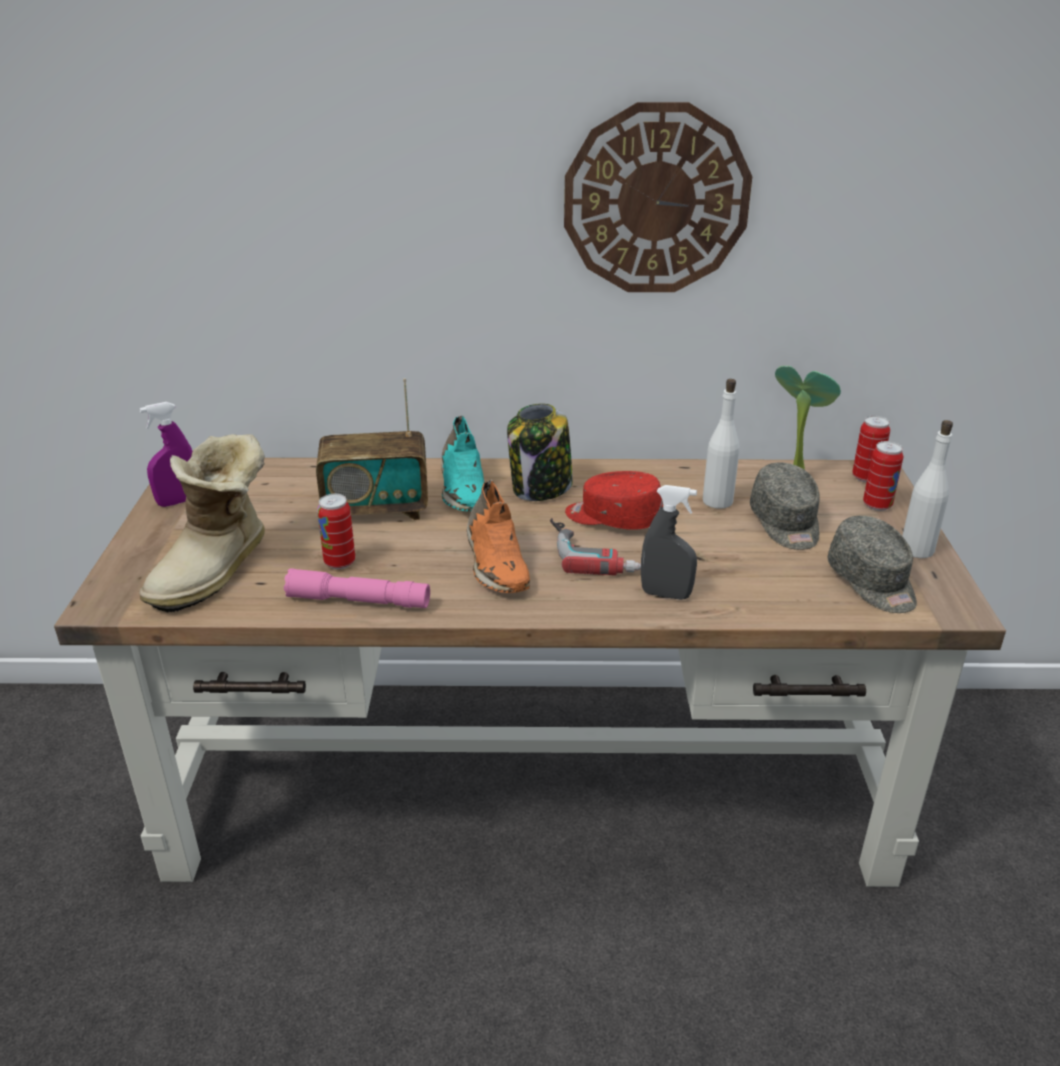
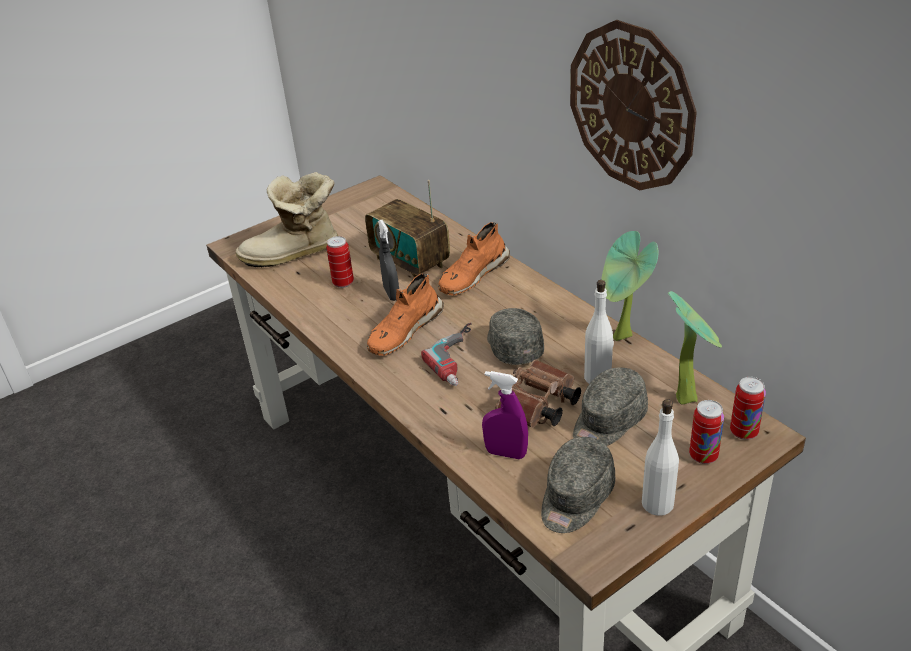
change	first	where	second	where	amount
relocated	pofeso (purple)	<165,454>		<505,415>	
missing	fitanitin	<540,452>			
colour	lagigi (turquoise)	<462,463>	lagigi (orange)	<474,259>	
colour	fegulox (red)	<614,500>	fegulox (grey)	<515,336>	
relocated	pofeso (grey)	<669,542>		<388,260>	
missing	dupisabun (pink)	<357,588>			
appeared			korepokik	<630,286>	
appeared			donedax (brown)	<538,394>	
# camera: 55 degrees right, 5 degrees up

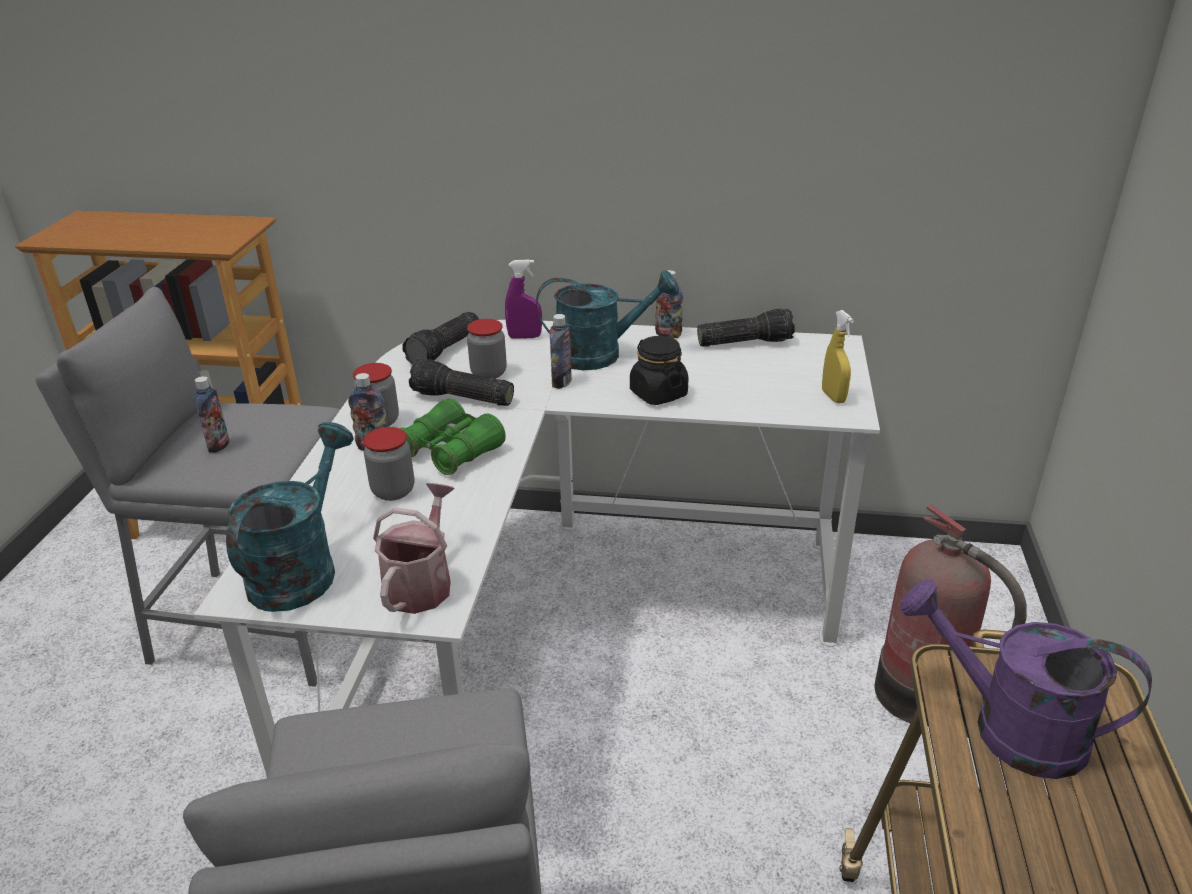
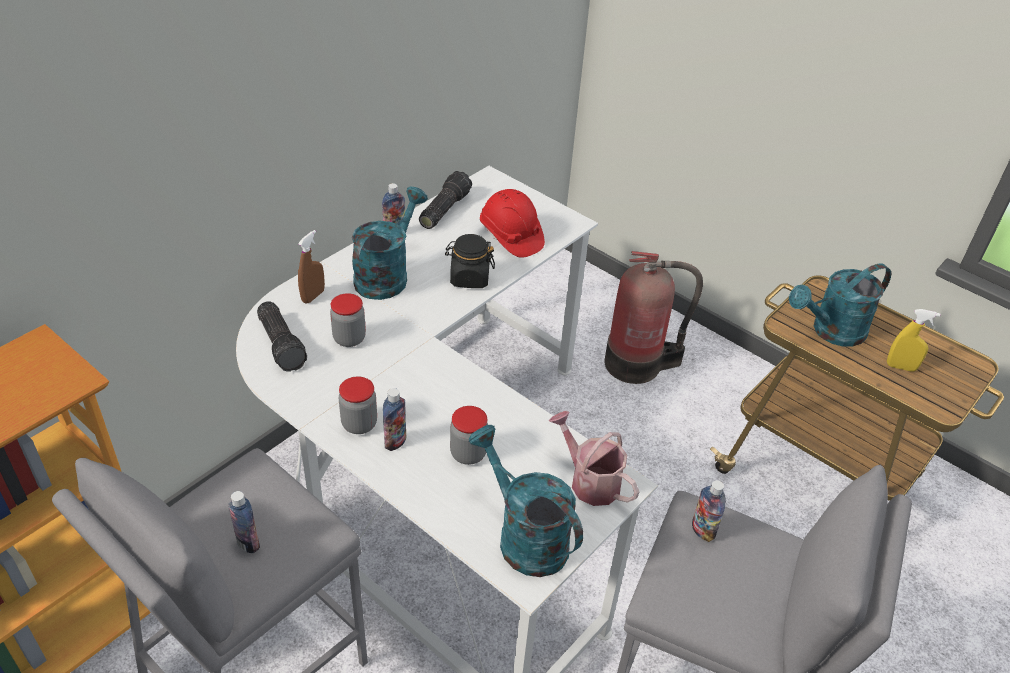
change	first	where	second	where	amount
colour	pofeso (purple)	<523,299>	pofeso (brown)	<311,267>	
relocated	pofeso (yellow)	<838,357>		<913,340>	
relocated	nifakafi	<561,351>		<709,511>	
missing	dupisabun	<461,382>			
missing	donedax (green)	<453,436>			
colour	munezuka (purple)	<1026,679>	munezuka (turquoise)	<840,305>	
appeared			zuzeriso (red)	<512,223>	
# camera: 60 degrees left, 10 degrees up

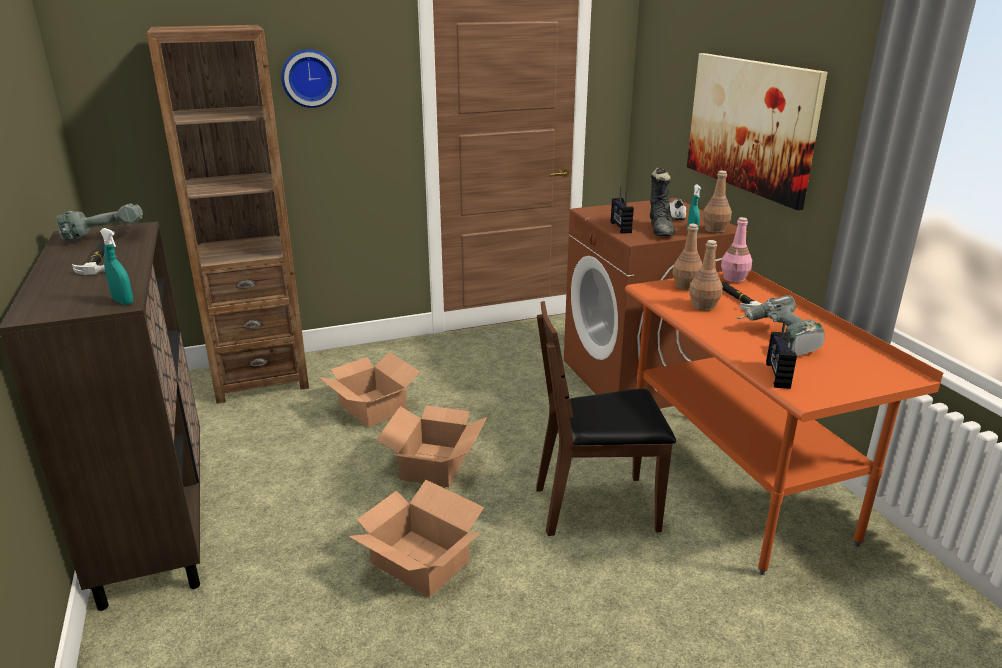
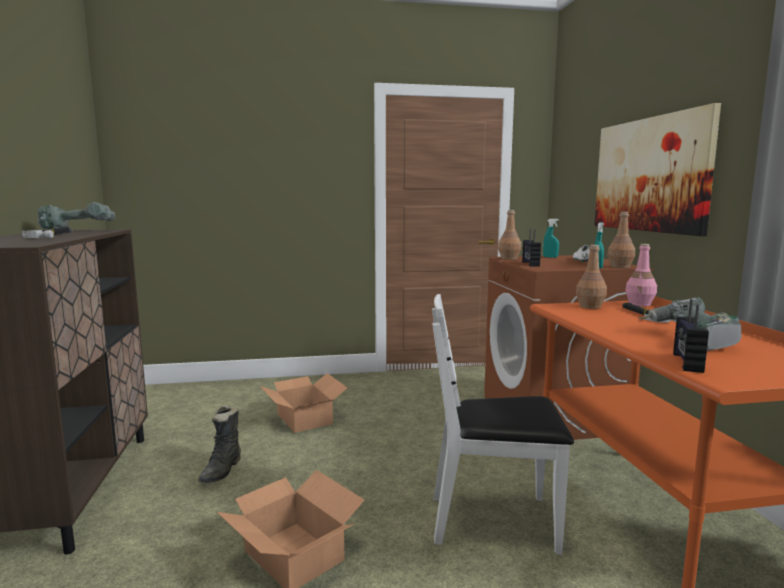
change	first	where	second	where	amount
missing	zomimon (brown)	<227,214>			
missing	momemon	<309,78>			
relocated	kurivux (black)	<662,202>		<219,444>	
relocated	pofeso (turquoise)	<116,266>		<551,238>	
relocated	nifakafi (brown)	<706,275>		<509,235>	
colour	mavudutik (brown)	<606,418>	mavudutik (white)	<503,424>	
missing	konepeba	<431,446>			
# camera: 10 degrees right, 15 degrees down

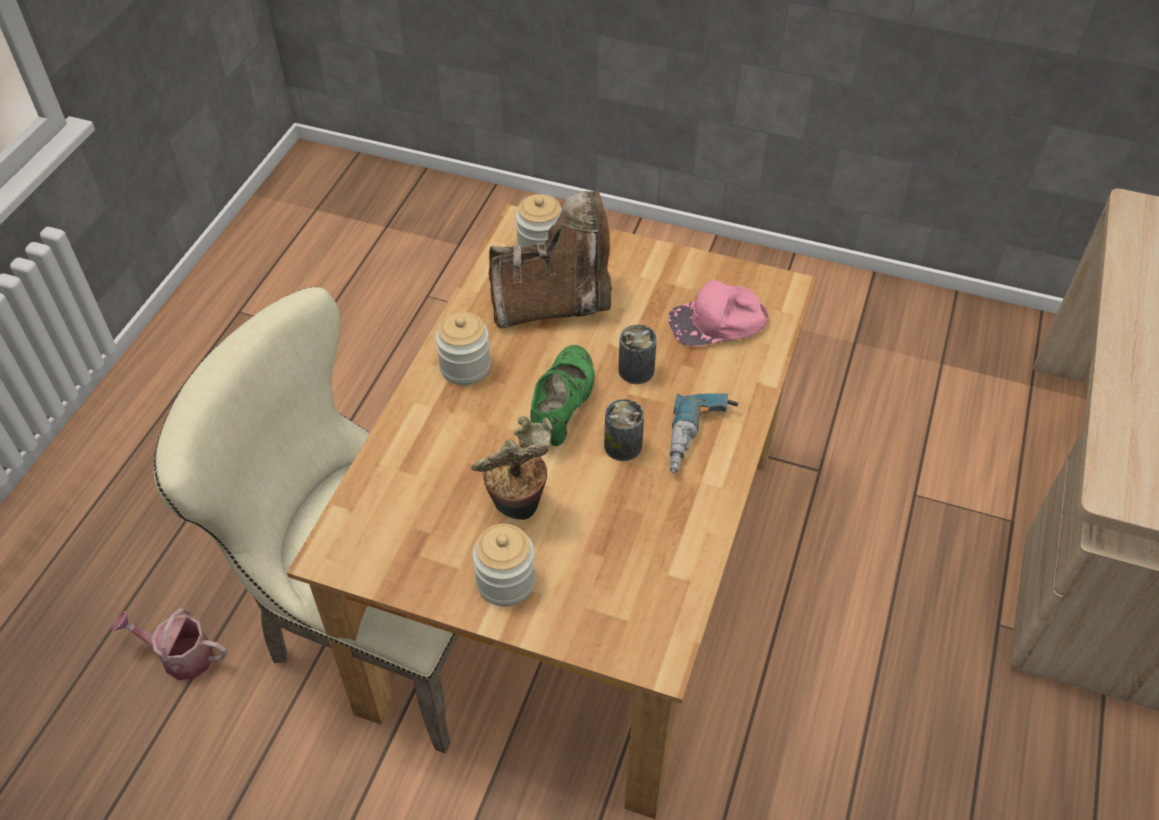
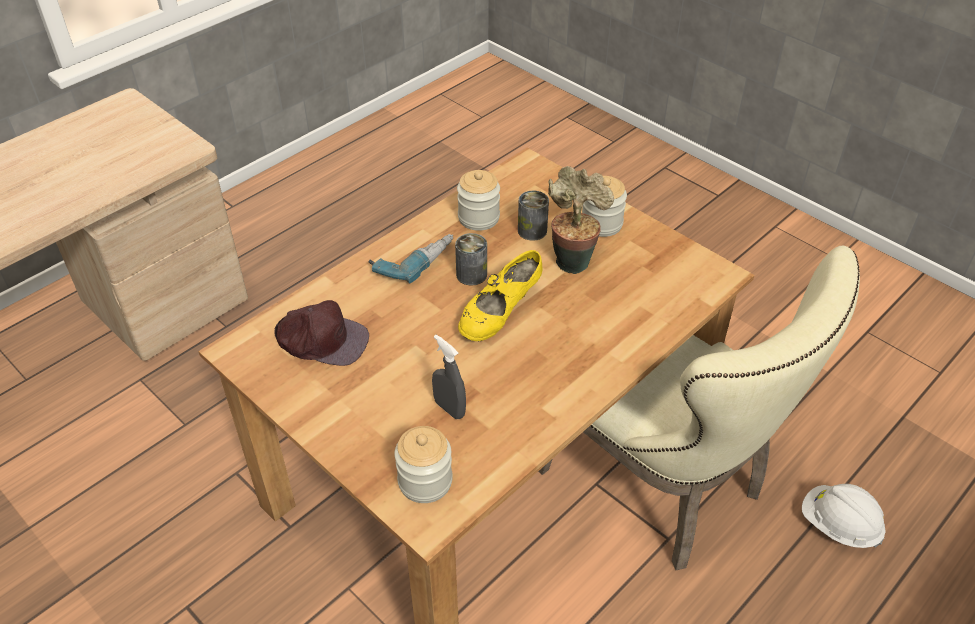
change	first	where	second	where	amount
exchanged	kurivux (brown)	<550,259>	pofeso (grey)	<449,377>	
colour	fegulox (pink)	<718,313>	fegulox (brown)	<321,333>	
relocated	fitanitin	<463,348>		<478,200>	
relocated	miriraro	<637,354>		<533,215>	
colour	lagigi (green)	<562,395>	lagigi (yellow)	<500,295>	
exchanged	munezuka	<169,644>	zuzeriso (white)	<844,516>	
# camera: 155 degrees left, 5 degrees down

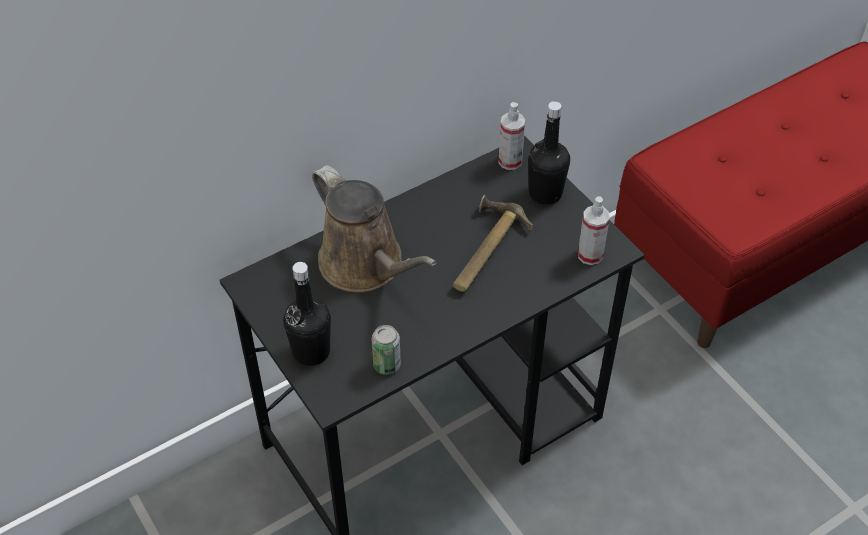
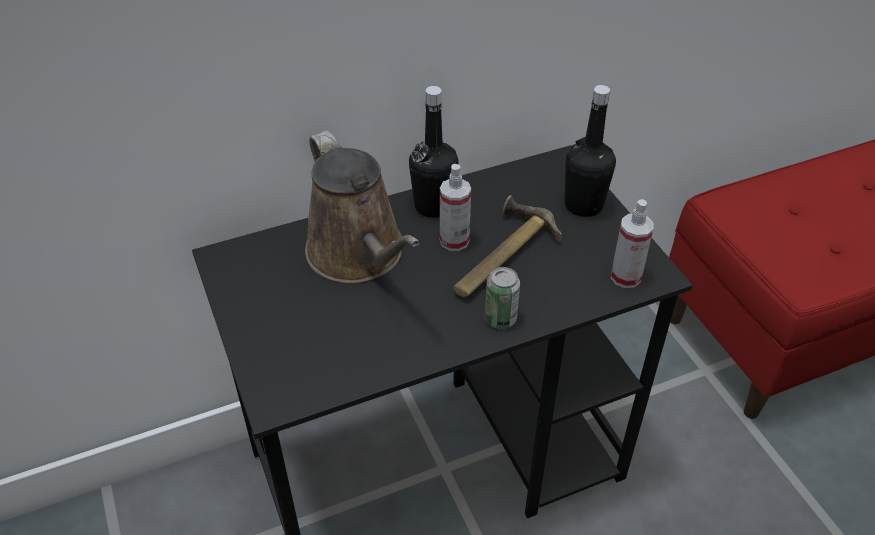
change	first	where	second	where	amount
relocated	pofeso	<511,136>		<455,207>	
relocated	nifakafi (black)	<307,314>		<434,152>	
relocated	miriraro	<386,350>		<502,298>	
# camera: 10 degrees right, 5 degrees down

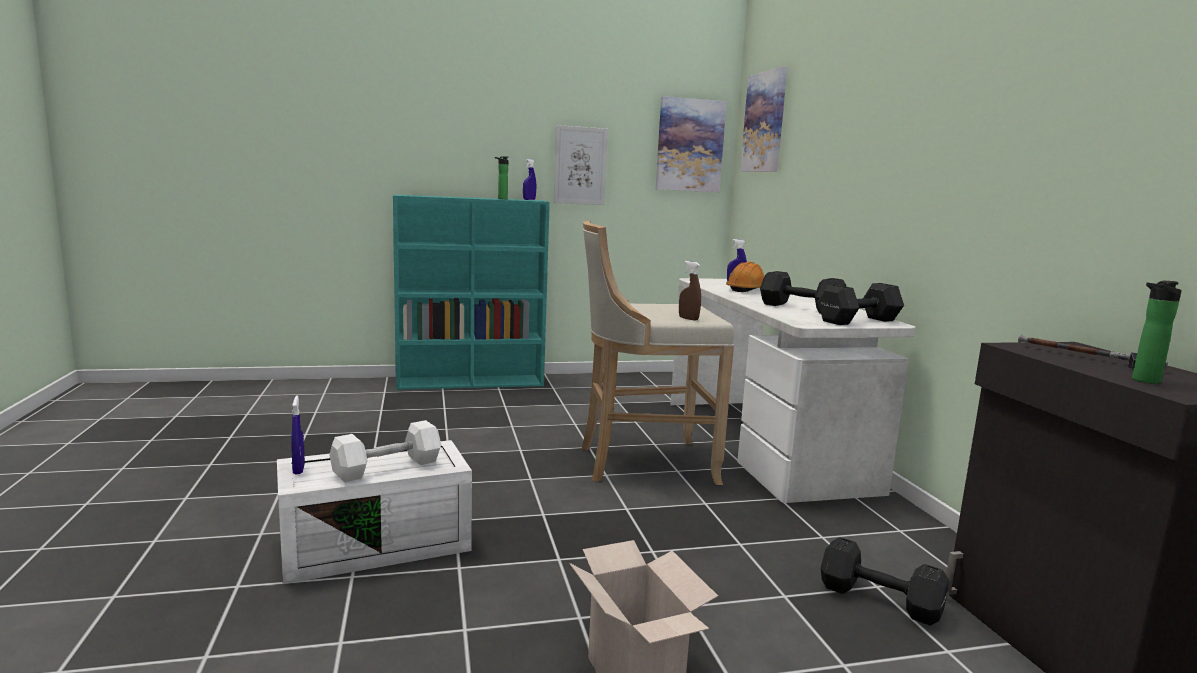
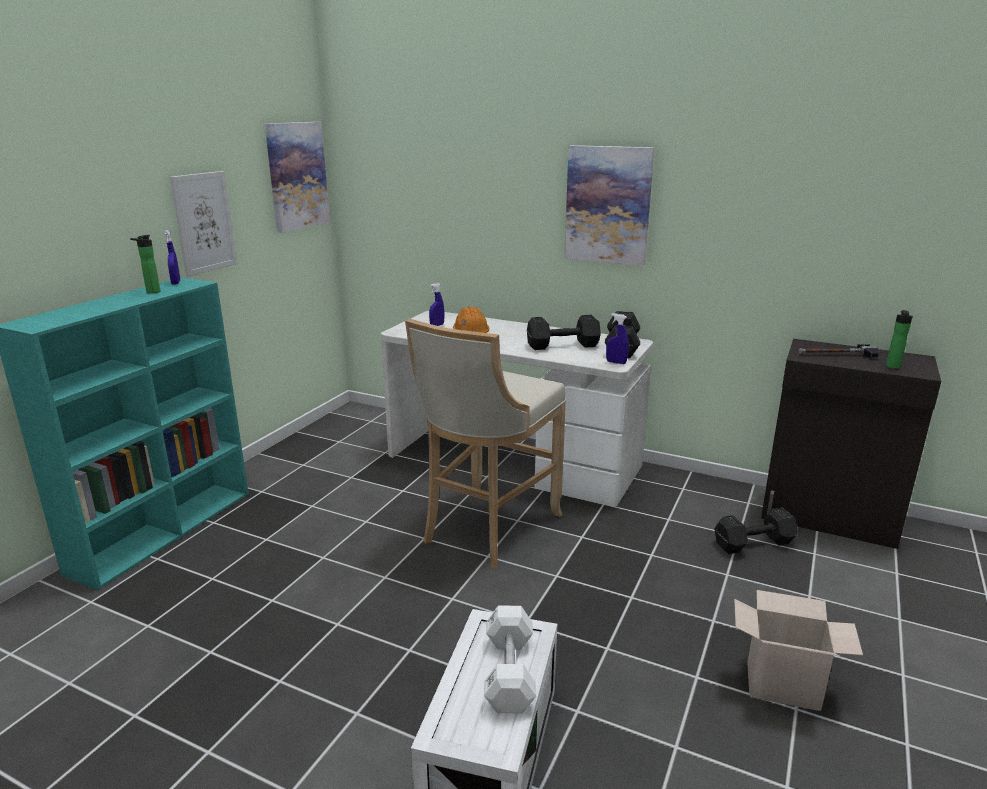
change	first	where	second	where	amount
relocated	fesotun	<764,119>		<609,205>	
missing	pofeso (brown)	<690,291>			
relocated	pofeso (blue)	<298,435>		<617,338>	
# camera: 50 degrees left, 10 degrees up

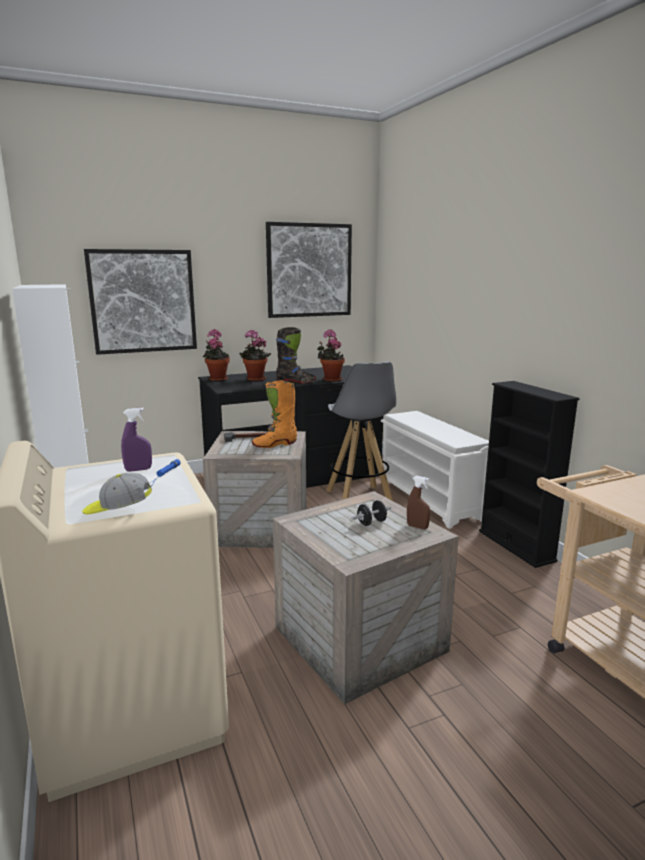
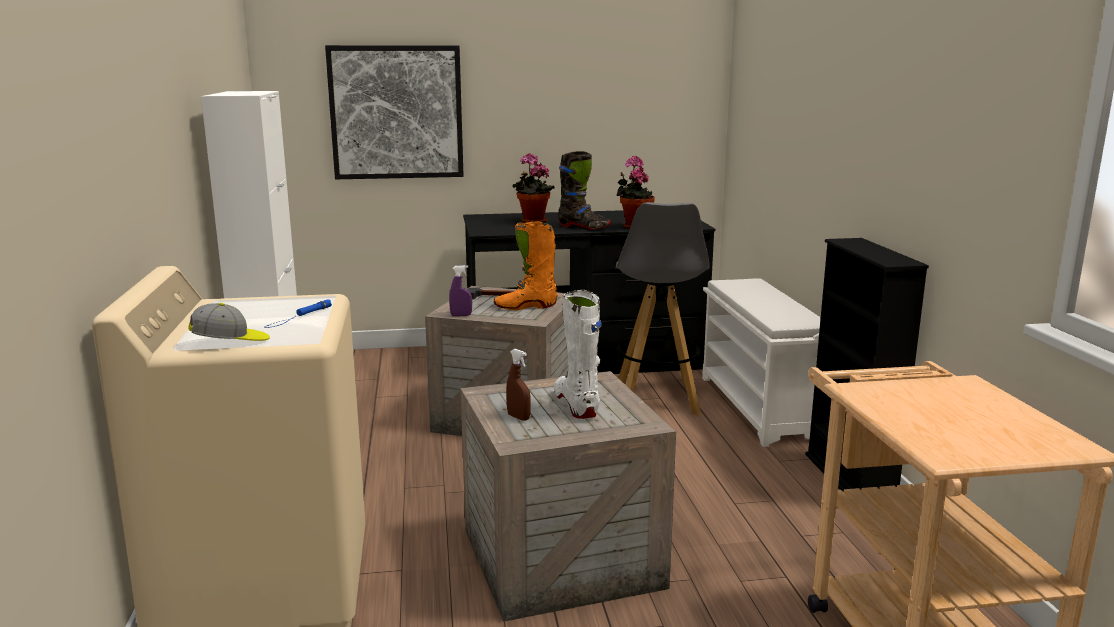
change	first	where	second	where	amount
missing	fesotun	<309,270>			
missing	korepokik	<216,355>			
relocated	pofeso (purple)	<136,440>		<460,290>	
spun	fegulox	<117,493>		<229,322>	135 degrees clockwise
relocated	pofeso (brown)	<418,502>		<518,385>	
exchanged	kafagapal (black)	<371,513>	kurivux (white)	<578,354>	
# camera: 15 degrees right, 0 degrees up

